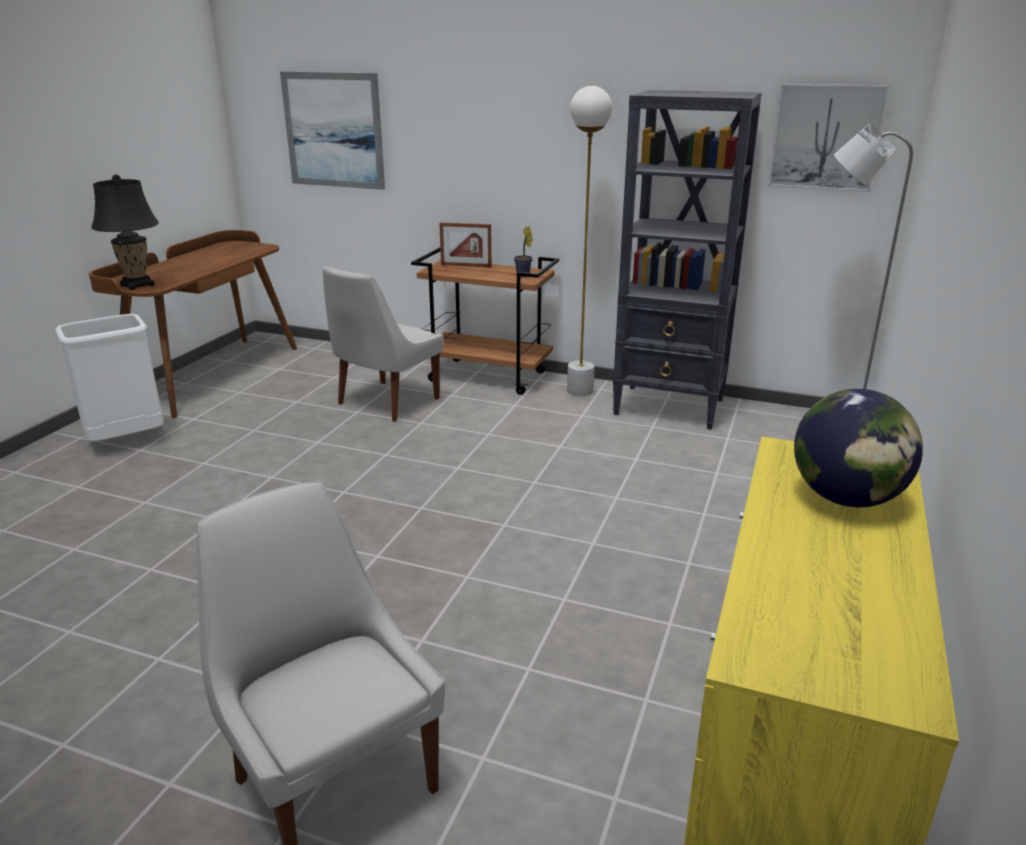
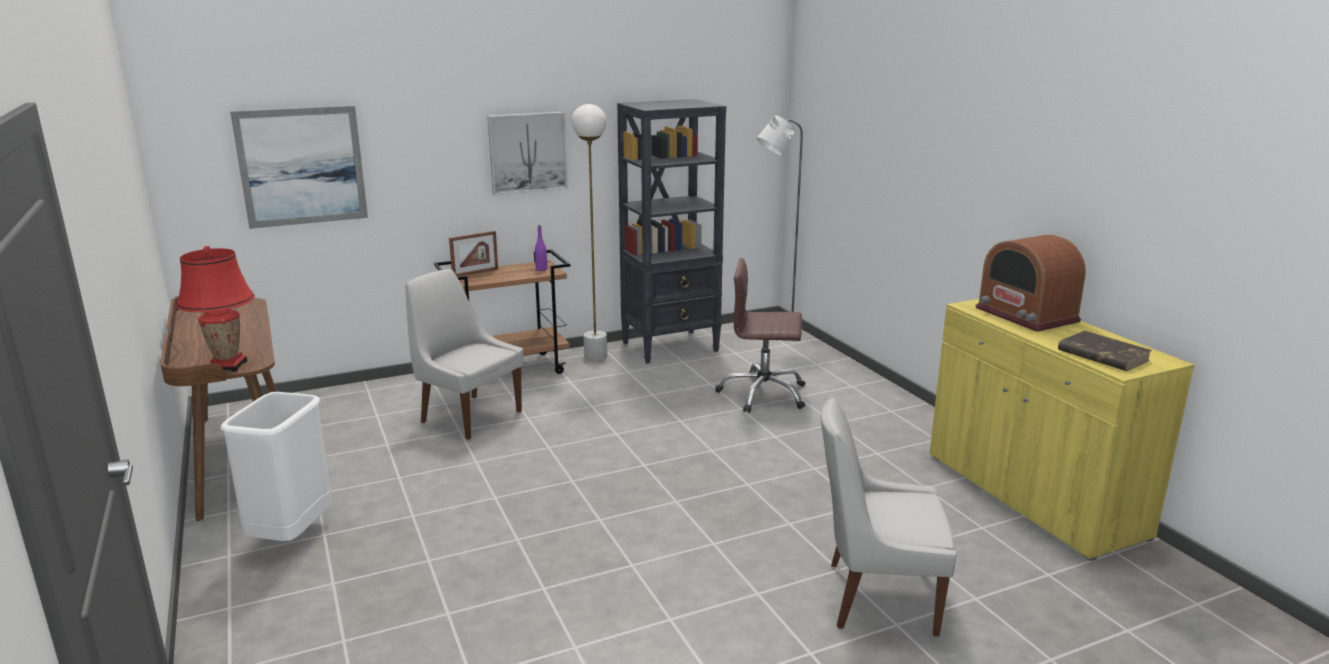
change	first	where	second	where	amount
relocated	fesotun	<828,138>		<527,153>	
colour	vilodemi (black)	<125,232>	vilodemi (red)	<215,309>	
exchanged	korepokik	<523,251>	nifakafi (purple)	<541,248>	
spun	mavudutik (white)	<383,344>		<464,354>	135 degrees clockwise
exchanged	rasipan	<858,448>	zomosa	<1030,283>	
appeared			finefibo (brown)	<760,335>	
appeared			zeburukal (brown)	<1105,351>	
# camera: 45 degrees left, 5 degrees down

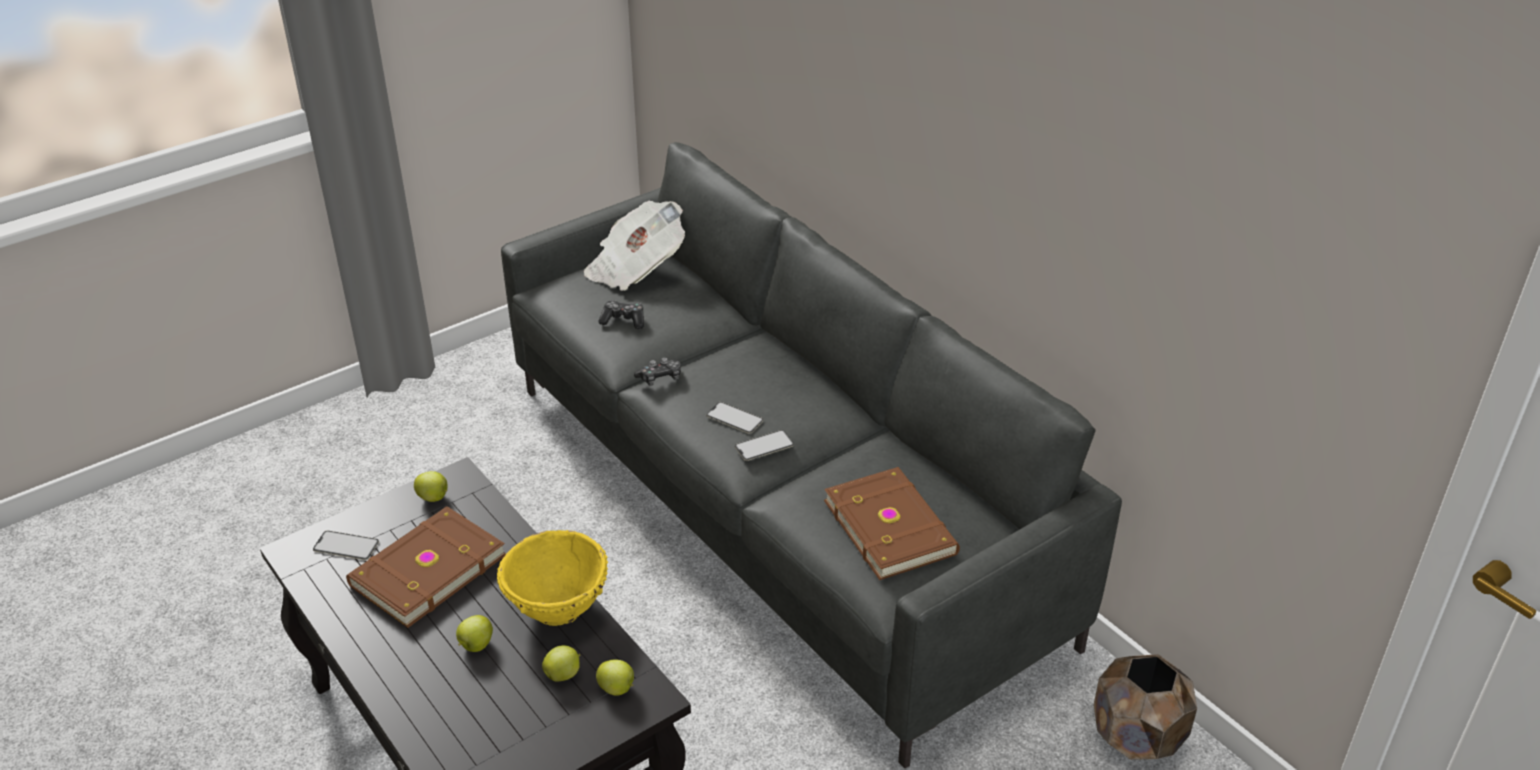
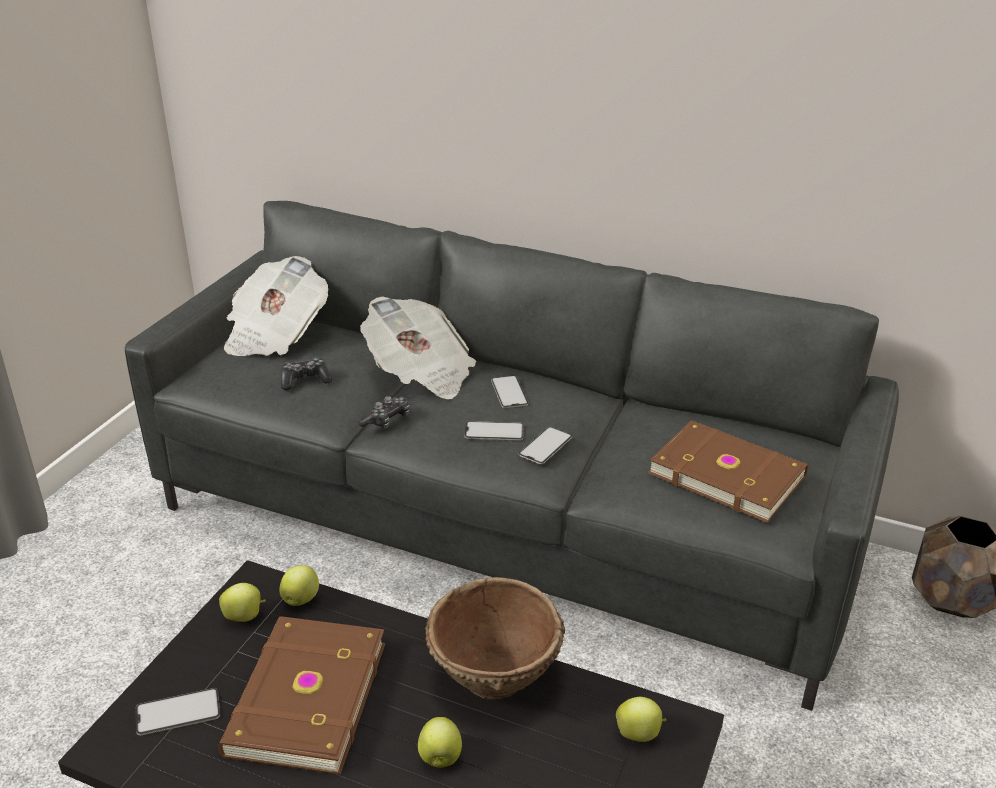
change	first	where	second	where	amount
colour	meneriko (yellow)	<552,578>	meneriko (brown)	<495,638>	
relocated	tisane	<561,663>		<299,585>	
appeared			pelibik	<418,348>	
appeared			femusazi	<510,392>	
# camera: 30 degrees left, 5 degrees down

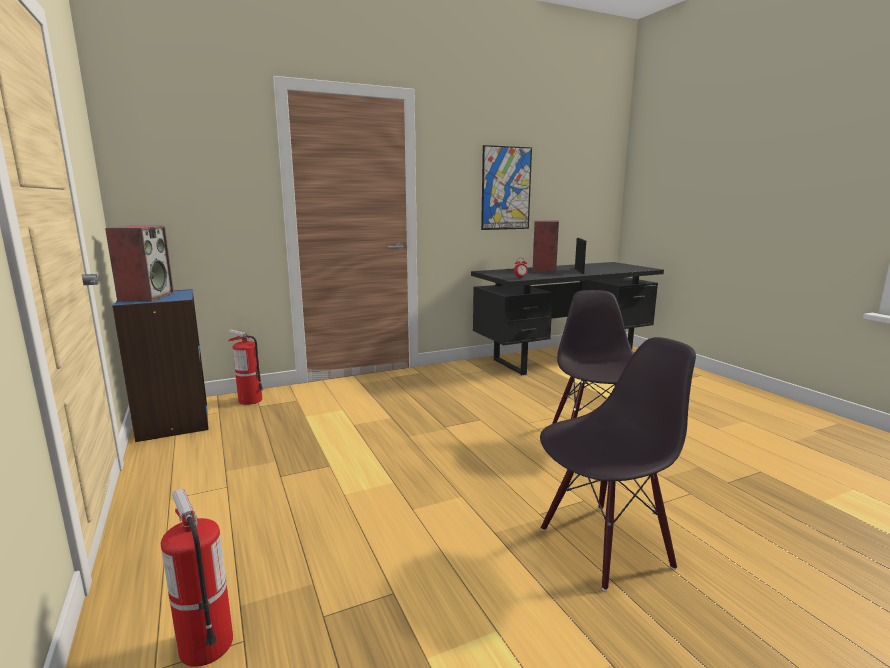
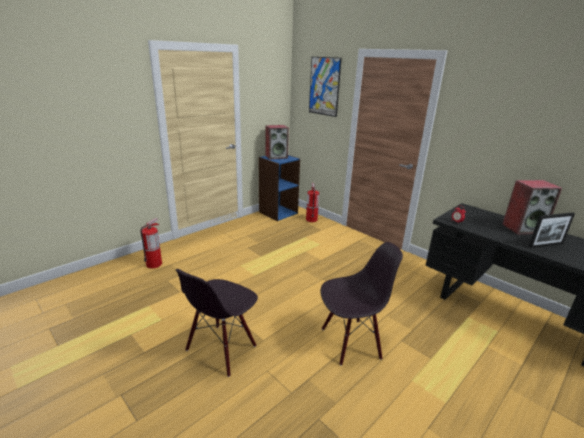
change	first	where	second	where	amount
relocated	fesotun	<506,187>		<325,87>	
spun	mavudutik (black)	<618,464>		<216,323>	75 degrees clockwise
# camera: 70 degrees right, 10 degrees up

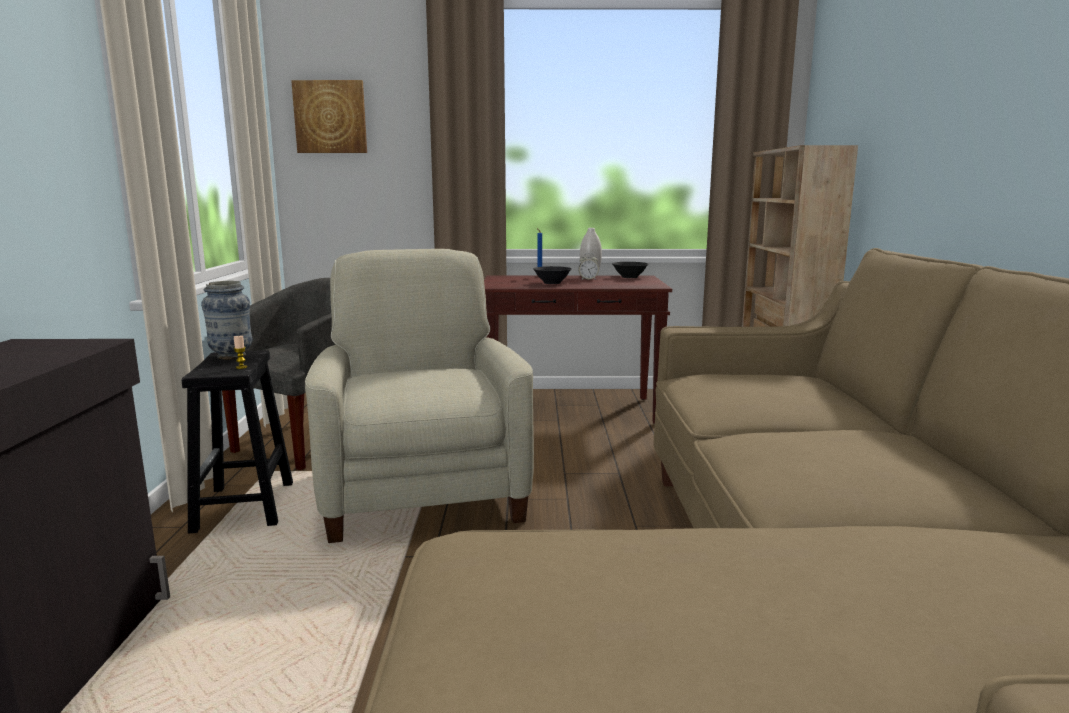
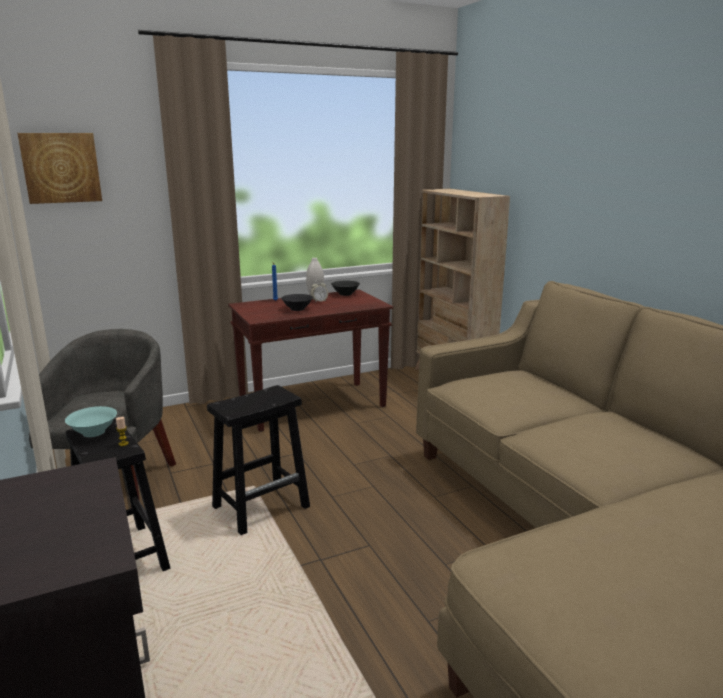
change	first	where	second	where	amount
exchanged	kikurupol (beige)	<419,396>	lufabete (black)	<258,460>	
exchanged	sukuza	<226,320>	meneriko (turquoise)	<91,421>	
# camera: 25 degrees left, 5 degrees up

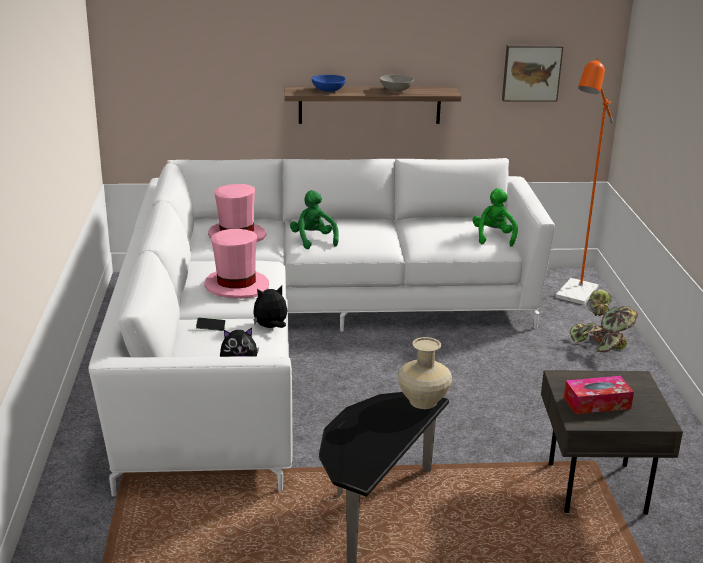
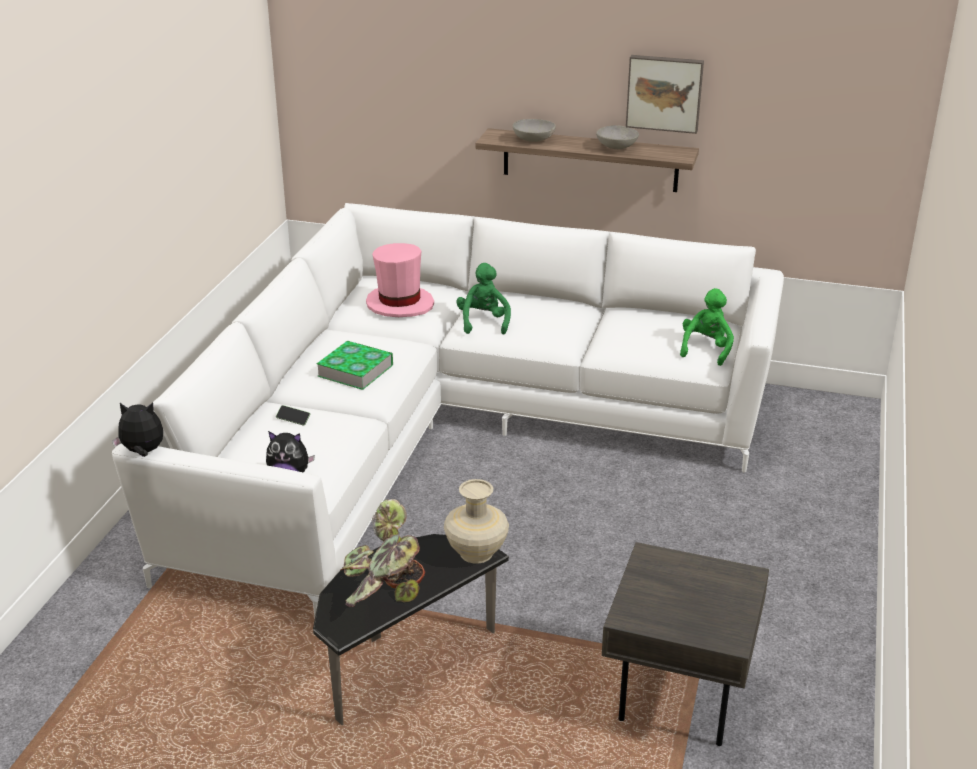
change	first	where	second	where	amount
relocated	fesotun	<532,73>		<665,94>	
missing	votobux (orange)	<584,181>			
colour	meneriko (blue)	<328,83>	meneriko (grey)	<534,130>	
exchanged	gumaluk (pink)	<236,264>	zeburukal	<355,365>	
relocated	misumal	<270,307>		<137,430>	
relocated	korepokik	<603,320>		<382,553>	
missing	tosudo	<599,395>			
# camera: 20 degrees right, 5 degrees up

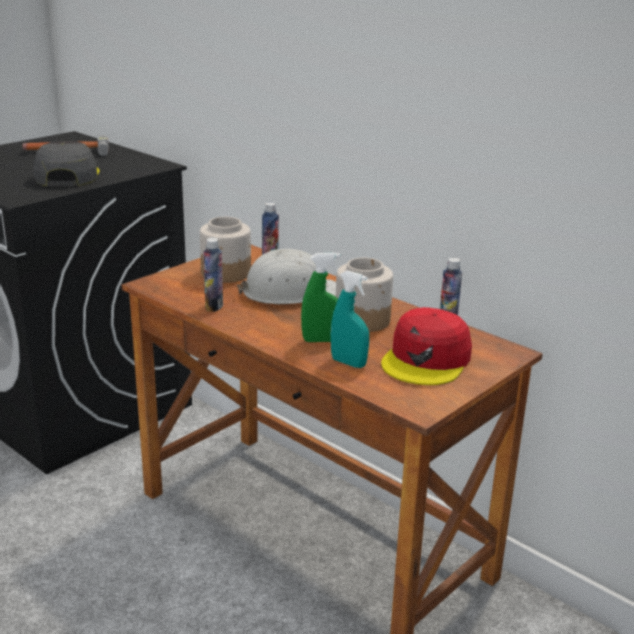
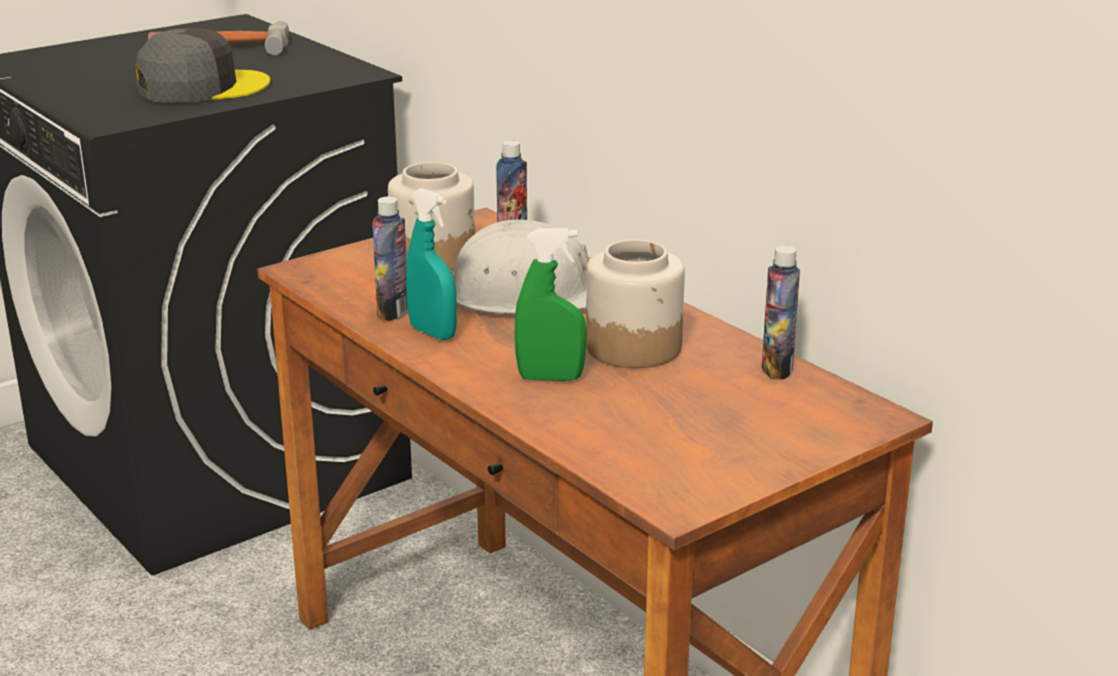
change	first	where	second	where	amount
spun	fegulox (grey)	<66,163>		<202,65>	60 degrees clockwise
relocated	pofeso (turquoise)	<350,319>		<431,264>	
missing	fegulox (red)	<426,346>			
# camera: 10 degrees right, 0 degrees up

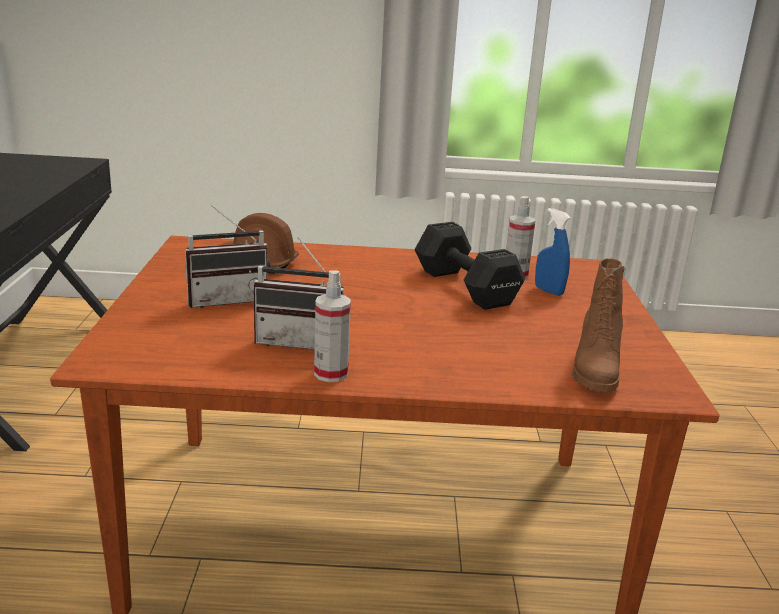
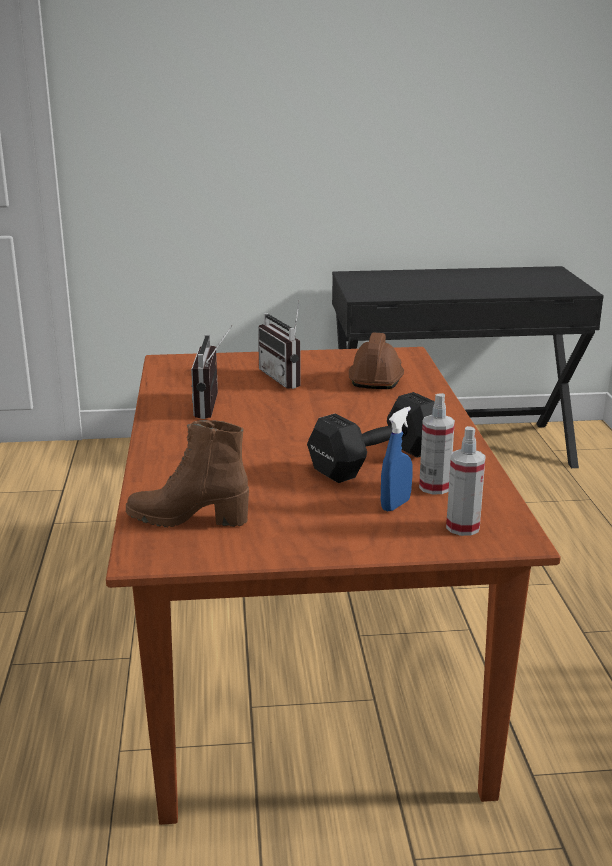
change	first	where	second	where	amount
relocated	pofeso	<332,326>		<466,481>	
# camera: 85 degrees right, 0 degrees up

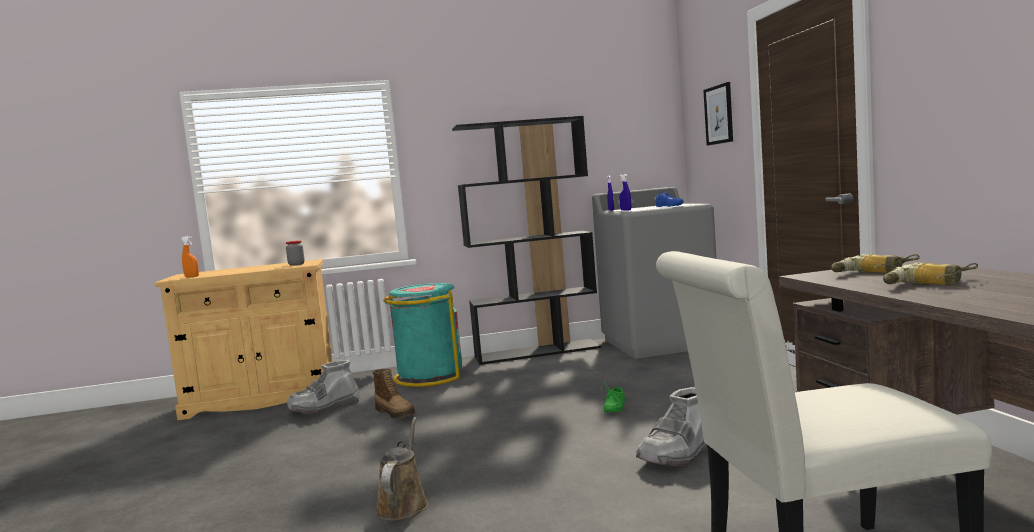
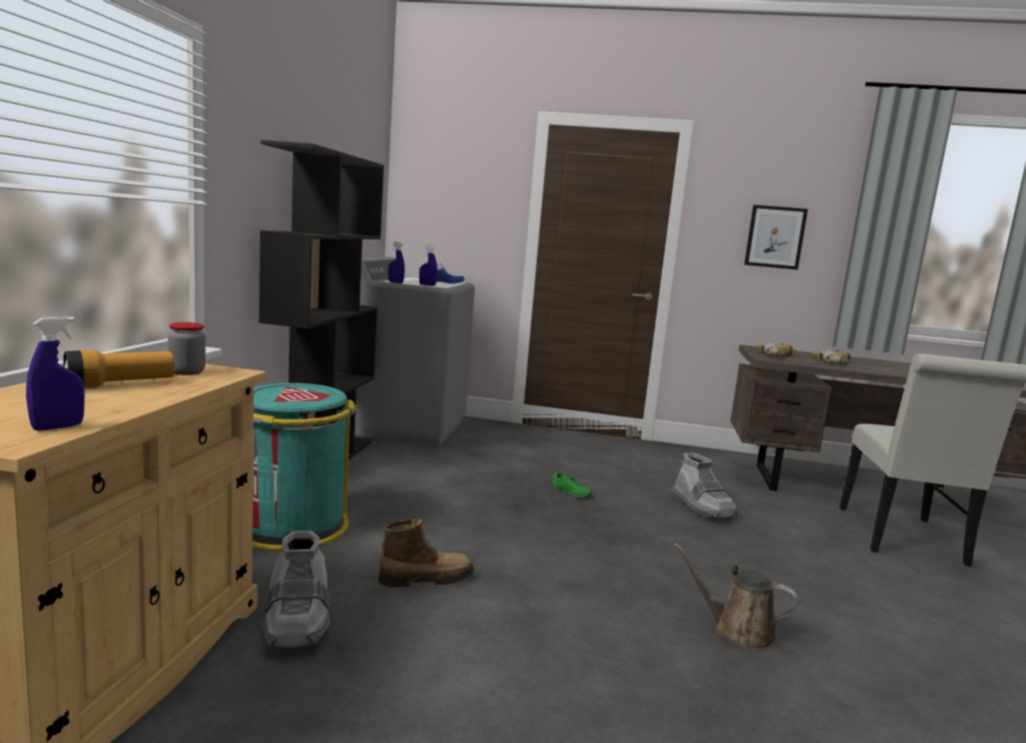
change	first	where	second	where	amount
relocated	fesotun	<718,114>		<776,237>	
colour	pofeso (orange)	<190,256>	pofeso (blue)	<55,374>	
appeared			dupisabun	<118,369>	
# camera: 70 degrees left, 5 degrees up

